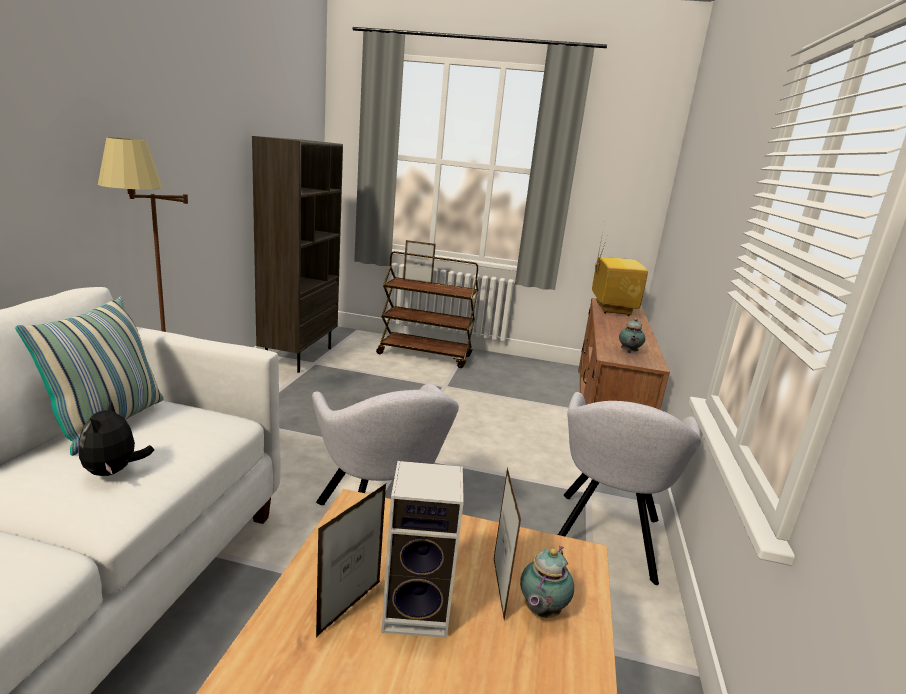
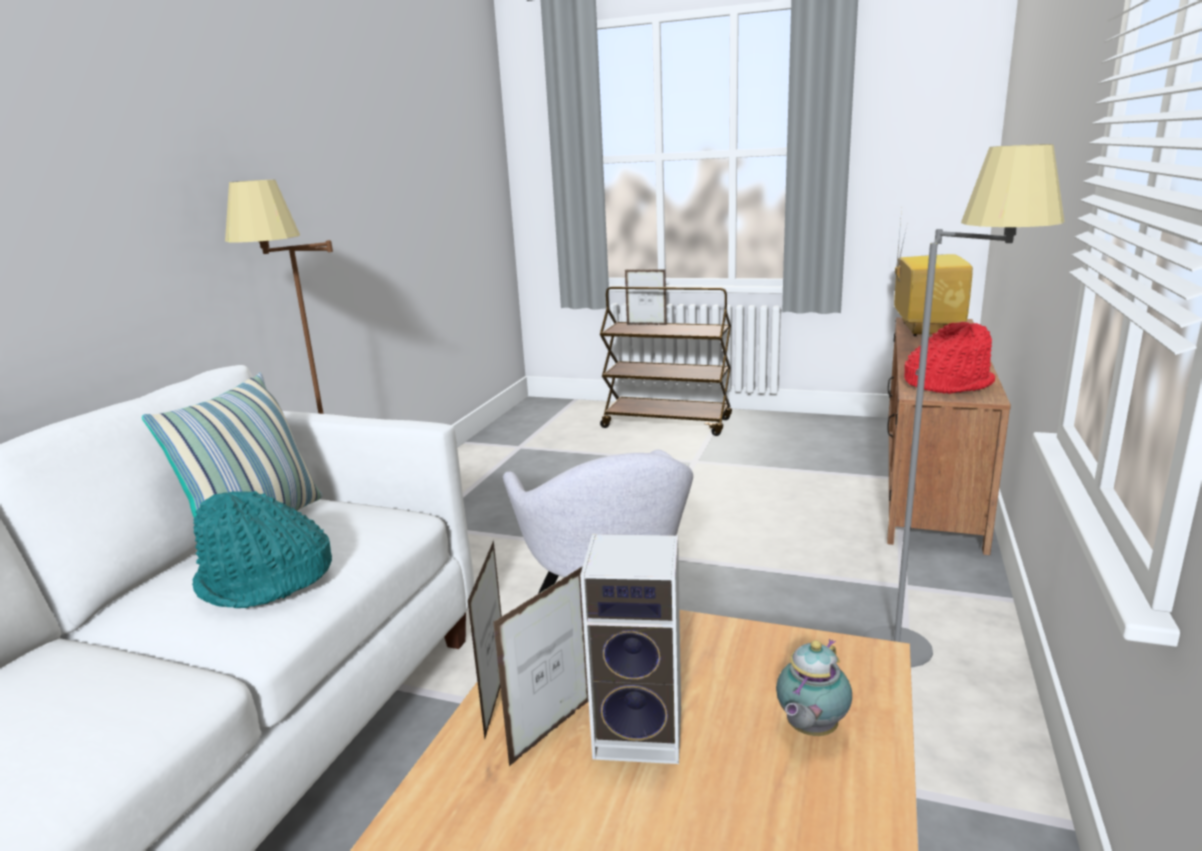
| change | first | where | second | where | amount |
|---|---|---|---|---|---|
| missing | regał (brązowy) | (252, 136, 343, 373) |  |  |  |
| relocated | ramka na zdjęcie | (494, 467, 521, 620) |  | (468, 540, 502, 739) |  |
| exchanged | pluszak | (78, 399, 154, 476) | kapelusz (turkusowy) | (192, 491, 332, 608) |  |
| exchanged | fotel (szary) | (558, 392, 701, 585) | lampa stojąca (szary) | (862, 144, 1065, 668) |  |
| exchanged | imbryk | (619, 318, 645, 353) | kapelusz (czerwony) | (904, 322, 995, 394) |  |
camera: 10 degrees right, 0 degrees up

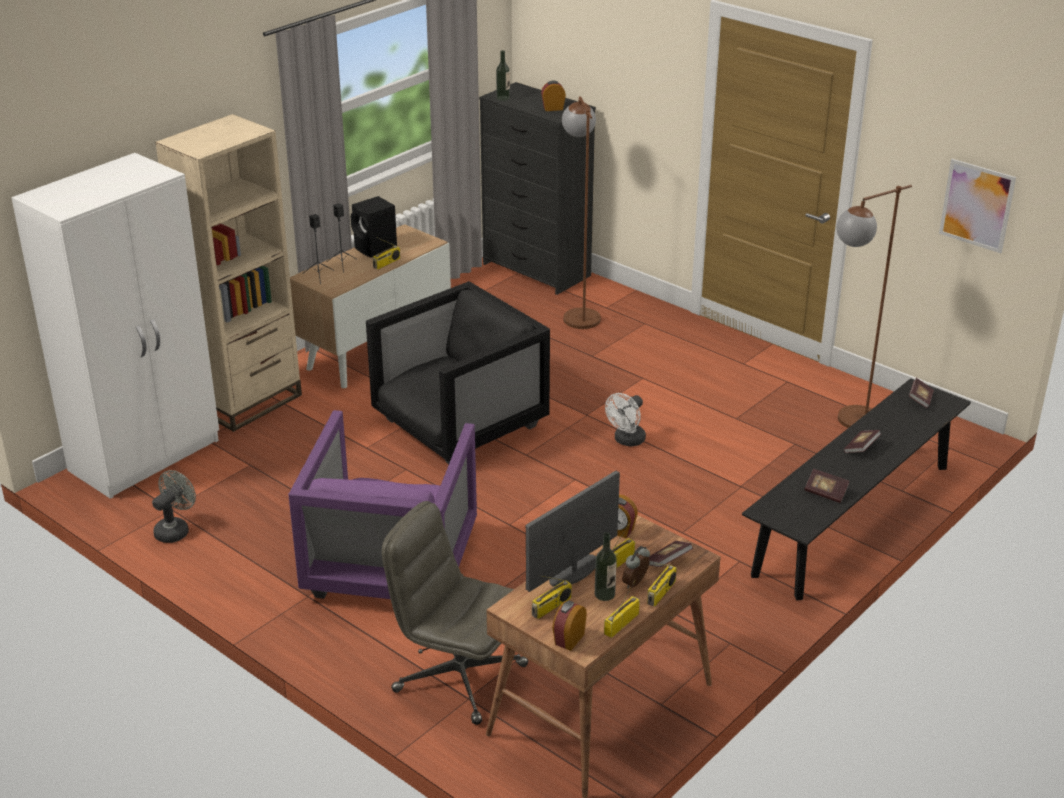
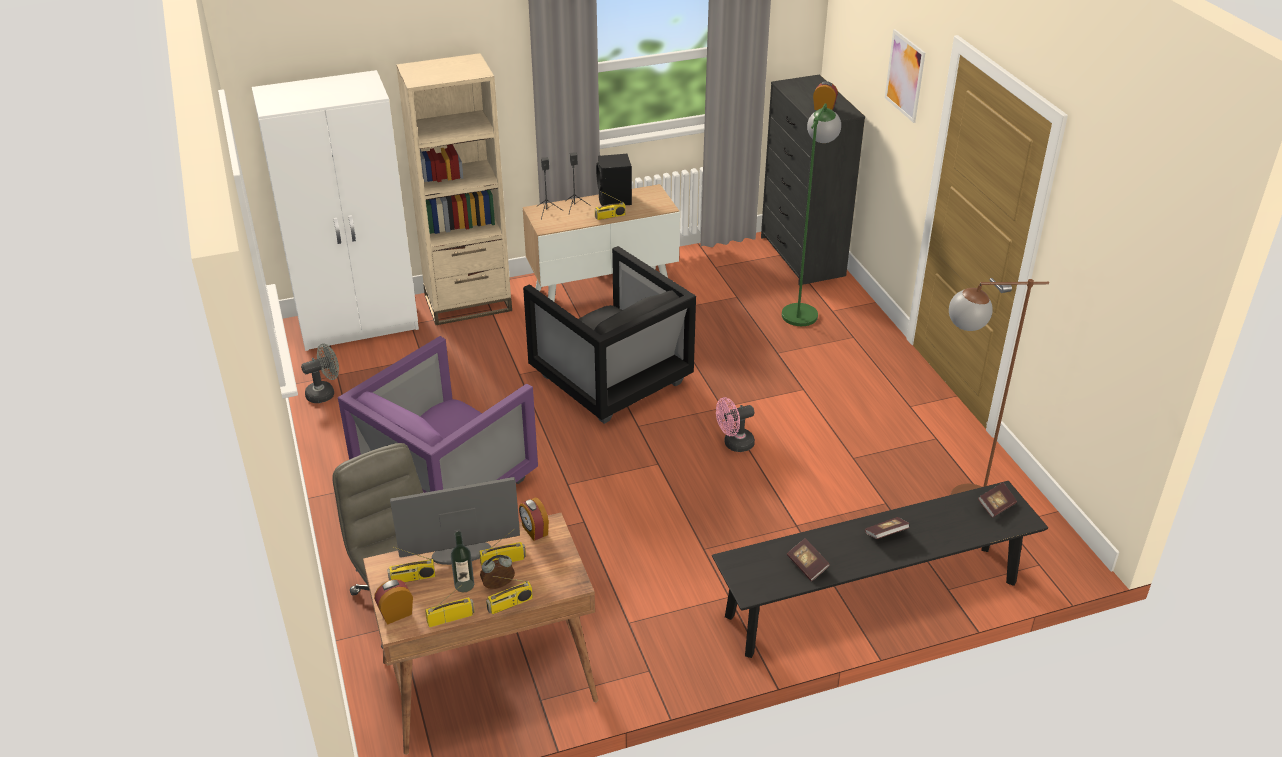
| change | first | where | second | where | amount |
|---|---|---|---|---|---|
| missing | butelka | (496, 50, 510, 101) |  |  |  |
| missing | książka | (649, 541, 693, 567) |  |  |  |
| relocated | obraz | (939, 159, 1016, 253) |  | (885, 29, 925, 123) |  |
| colour | lampa stojąca (brązowy) | (562, 96, 601, 329) | lampa stojąca (zielony) | (782, 103, 841, 326) |  |
| colour | wentylator (biały) | (605, 393, 646, 447) | wentylator (różowy) | (716, 397, 755, 452) |  |
| spun | fotel (czarny) | (366, 281, 550, 464) |  | (523, 246, 696, 424) | 60 degrees clockwise |
camera: 30 degrees right, 5 degrees up

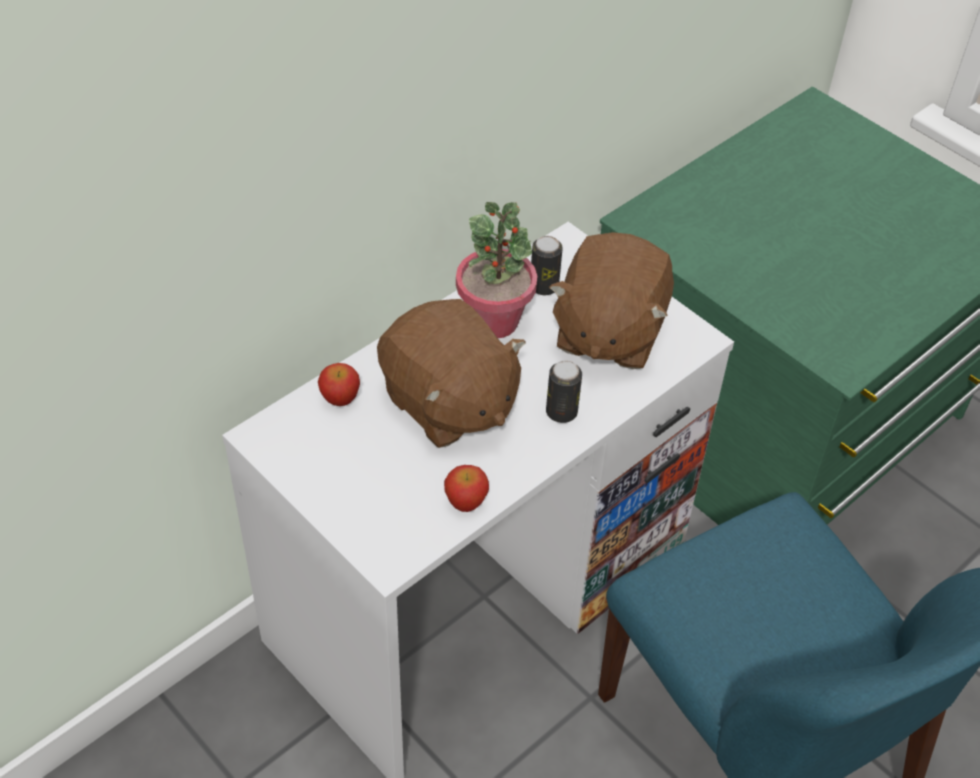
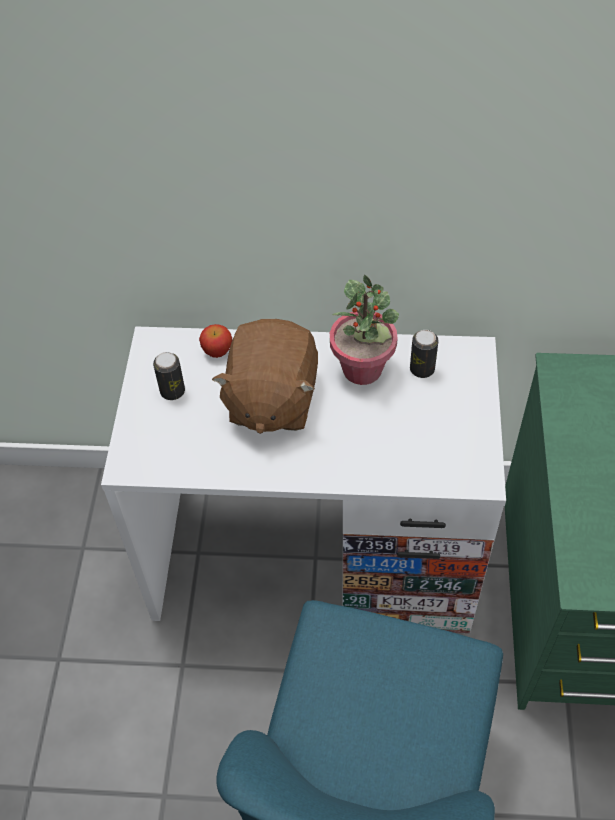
| change | first | where | second | where | amount |
|---|---|---|---|---|---|
| missing | jabłko | (444, 465, 489, 512) |  |  |  |
| missing | pluszak (brązowy) | (549, 232, 674, 369) |  |  |  |
| relocated | puszka | (546, 361, 582, 423) |  | (153, 352, 185, 400) |  |
camera: 50 degrees right, 5 degrees up

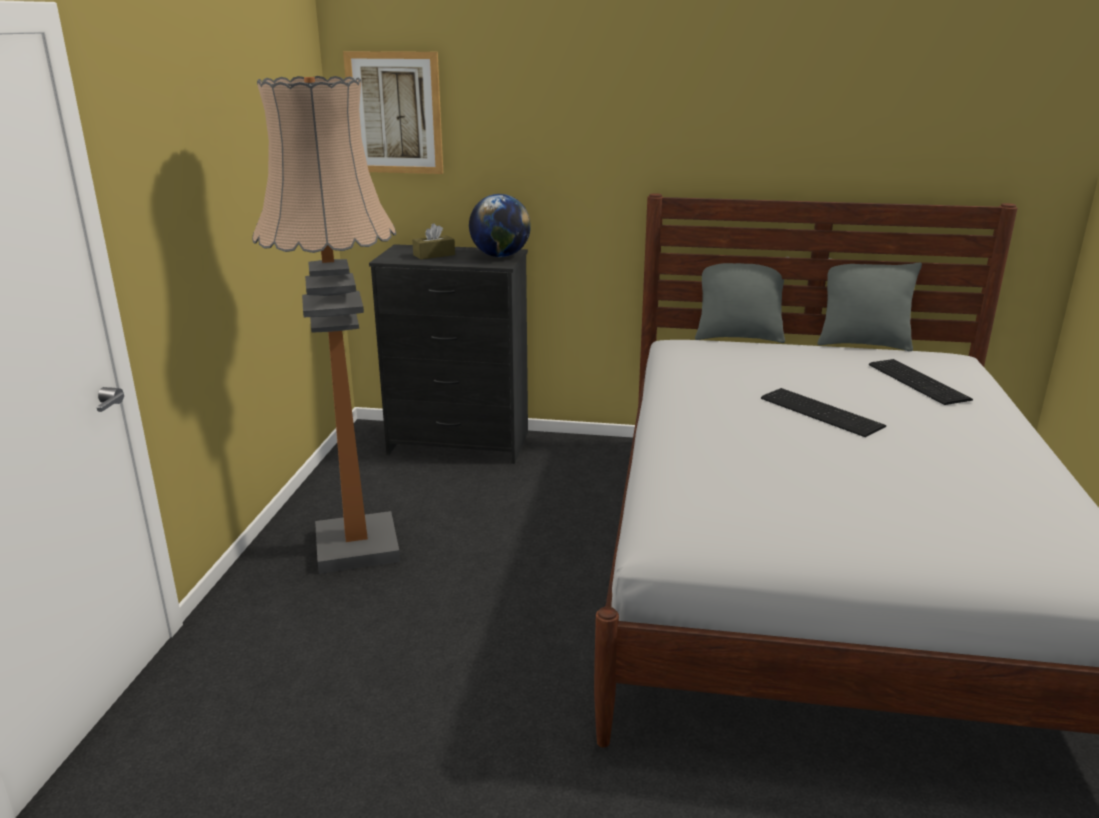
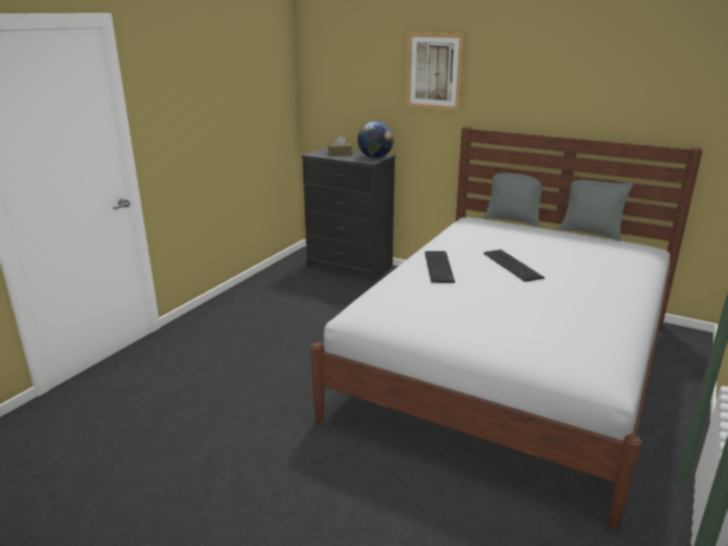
| change | first | where | second | where | amount |
|---|---|---|---|---|---|
| missing | lampa stojąca | (252, 76, 400, 574) |  |  |  |
| relocated | obraz | (343, 51, 443, 174) |  | (406, 32, 465, 111) |  |
| relocated | klawiatura | (869, 359, 973, 405) |  | (425, 251, 455, 283) |  |
camera: 20 degrees right, 0 degrees up

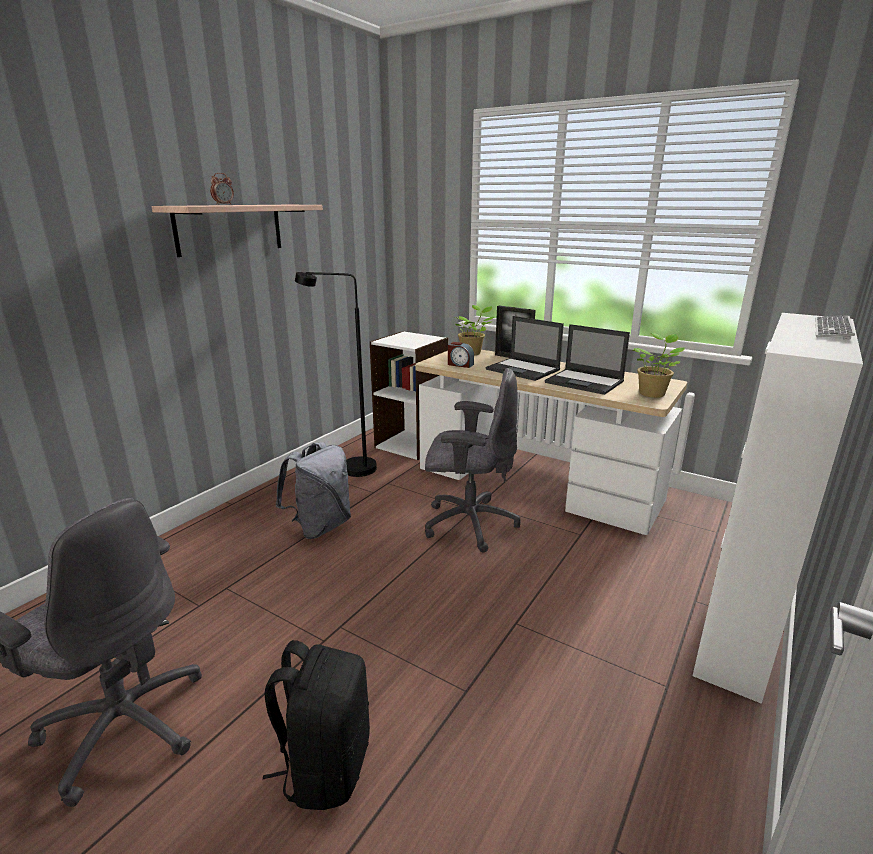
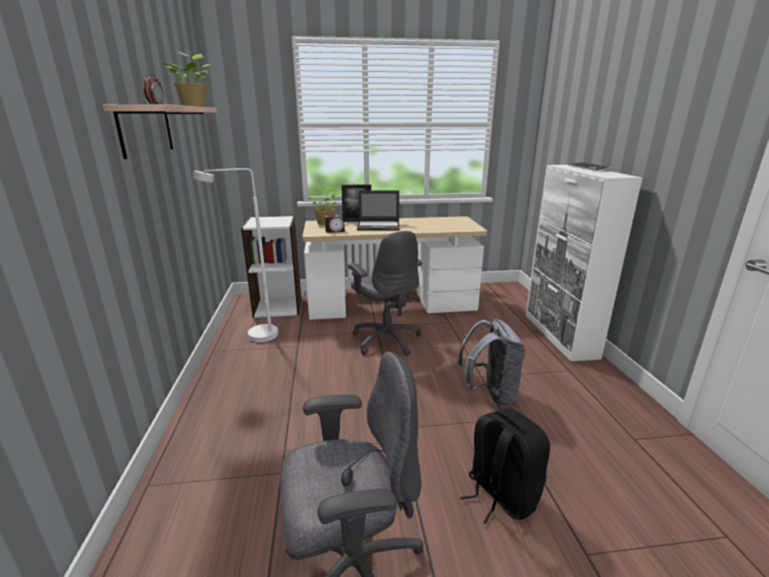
| change | first | where | second | where | amount |
|---|---|---|---|---|---|
| missing | laptop | (545, 324, 630, 395) |  |  |  |
| relocated | plecak (szary) | (275, 442, 351, 539) |  | (457, 319, 525, 406) |  |
| relocated | roślina doniczkowa | (633, 333, 685, 398) |  | (163, 52, 210, 107) |  |
| colour | lampa stojąca (czarny) | (295, 272, 377, 477) | lampa stojąca (biały) | (193, 168, 278, 342) |  |
| spun | krzesło biurowe (szary) | (425, 368, 521, 552) |  | (348, 231, 422, 356) | 90 degrees clockwise |
camera: 40 degrees left, 0 degrees up

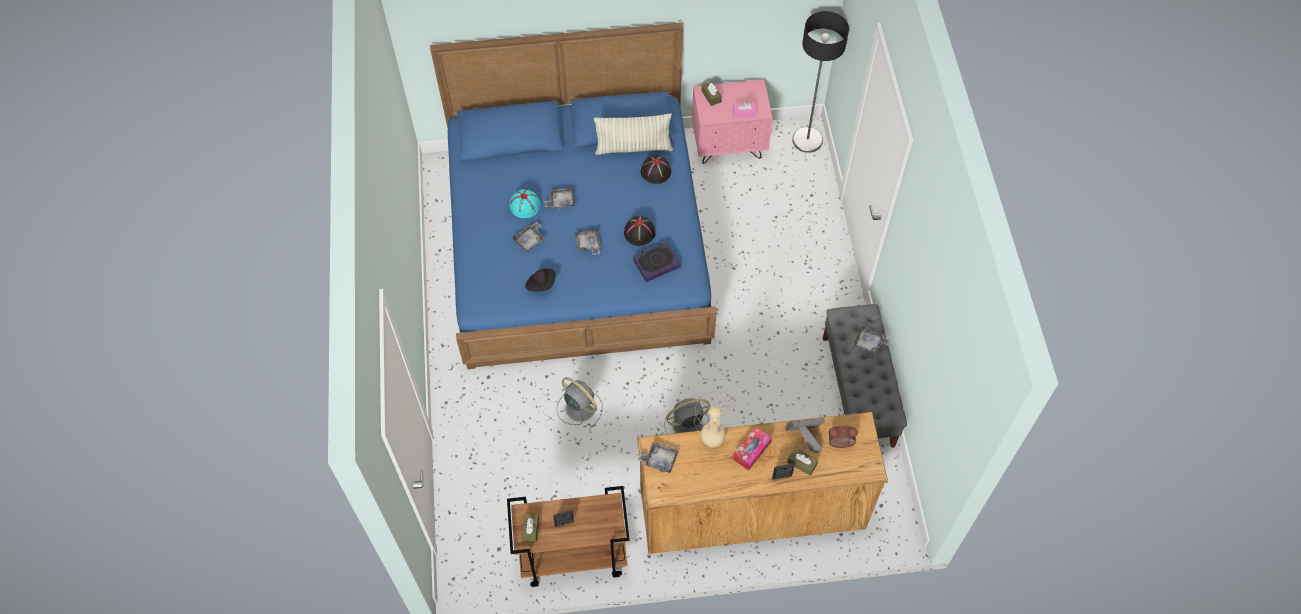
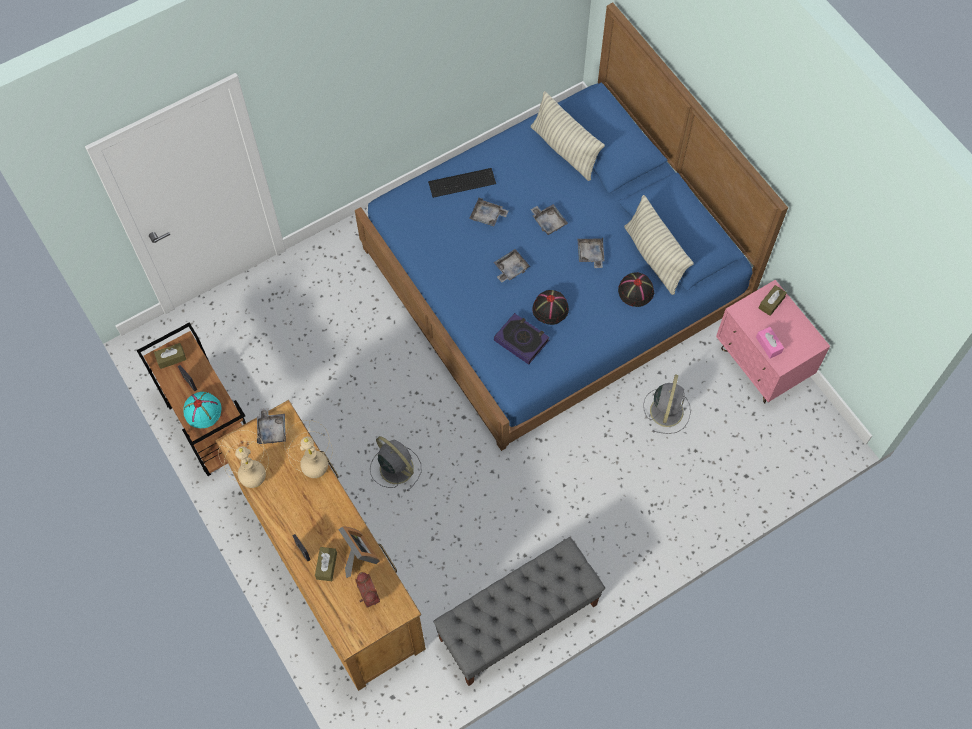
| change | first | where | second | where | amount |
|---|---|---|---|---|---|
| missing | kapelusz (czarny) | (525, 269, 556, 291) |  |  |  |
| missing | pudełko chusteczek | (733, 427, 772, 470) |  |  |  |
| missing | lampa stojąca | (792, 11, 849, 153) |  |  |  |
| appeared |  |  | lampa stołowa (beżowy) | (218, 430, 269, 488) |  |
| appeared |  |  | klawiatura | (428, 168, 496, 198) |  |
| appeared |  |  | poduszka | (531, 91, 605, 181) |  |
| relocated | kapelusz (turkusowy) | (510, 189, 541, 218) |  | (183, 392, 222, 428) |  |
| relocated | wentylator (szary) | (556, 377, 603, 427) |  | (643, 374, 691, 434) |  |
| relocated | taca (szary) | (854, 326, 890, 354) |  | (577, 238, 605, 268) |  |
camera: 65 degrees right, 5 degrees up

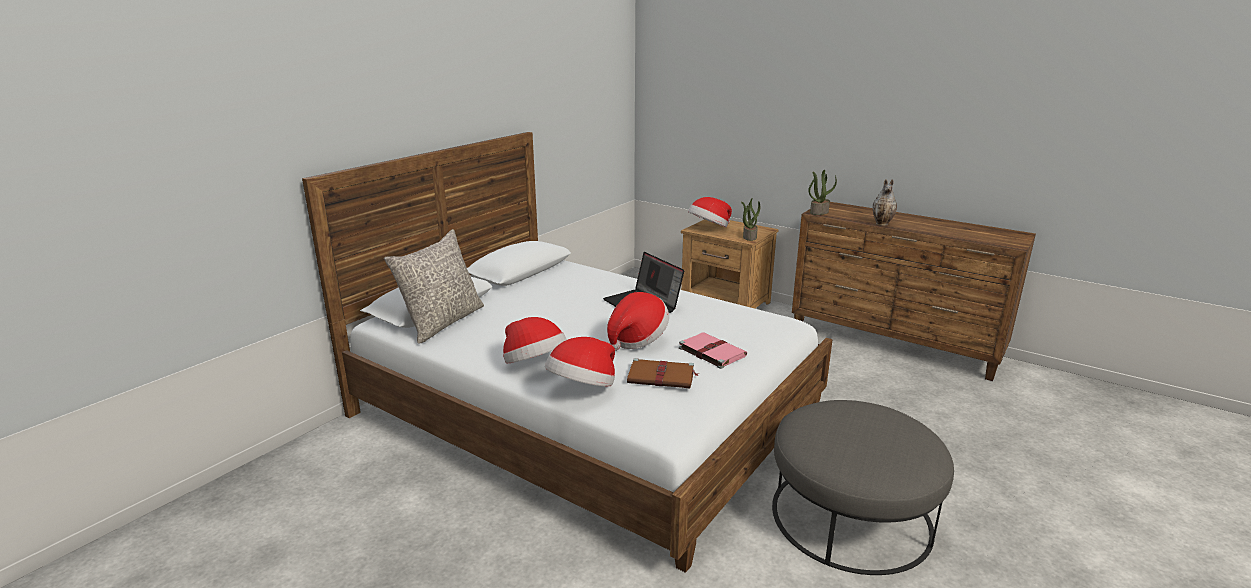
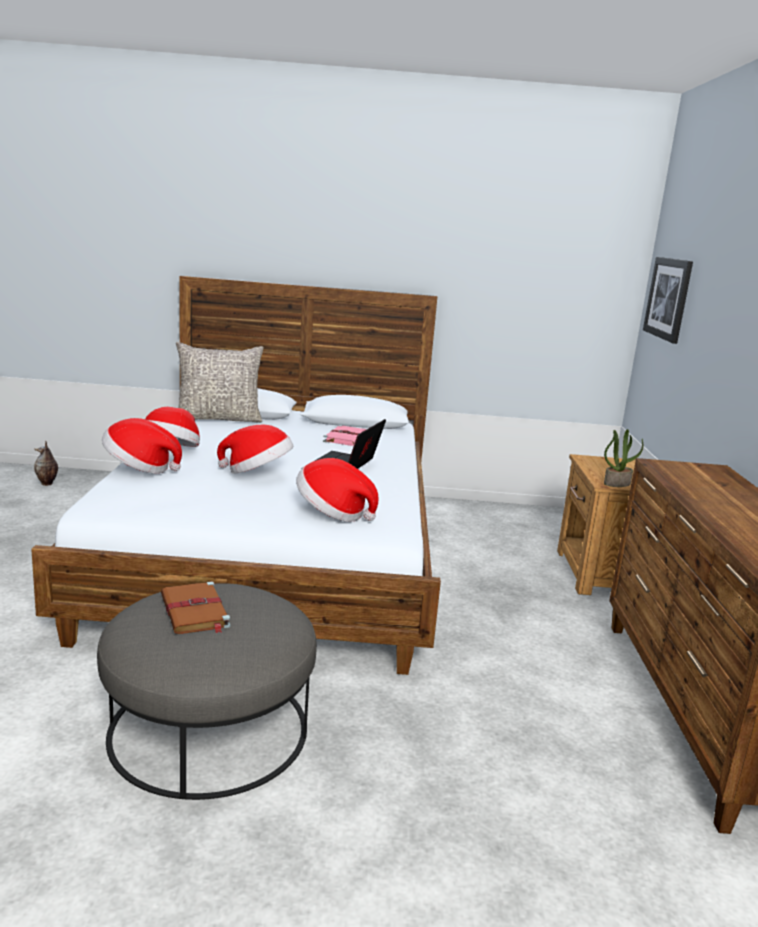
| change | first | where | second | where | amount |
|---|---|---|---|---|---|
| missing | roślina doniczkowa | (808, 170, 837, 215) |  |  |  |
| appeared |  |  | obraz | (643, 257, 693, 344) |  |
| relocated | książka (brązowy) | (627, 358, 699, 388) |  | (161, 581, 231, 634) |  |
| relocated | książka (różowy) | (679, 332, 747, 369) |  | (323, 425, 367, 446) |  |
| relocated | kapelusz | (688, 197, 732, 227) |  | (296, 458, 379, 522) |  |
| relocated | wazon | (873, 179, 897, 226) |  | (34, 441, 58, 486) |  |
camera: 55 degrees right, 5 degrees down

